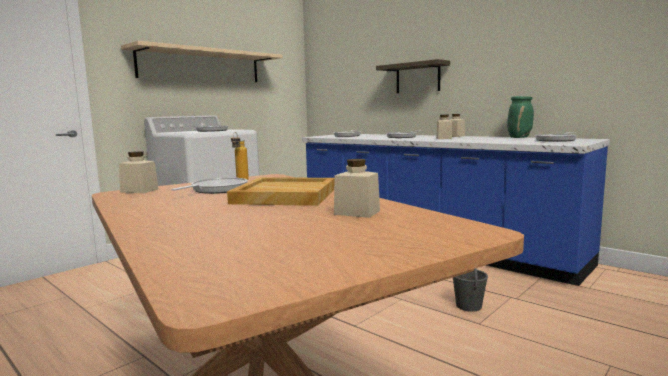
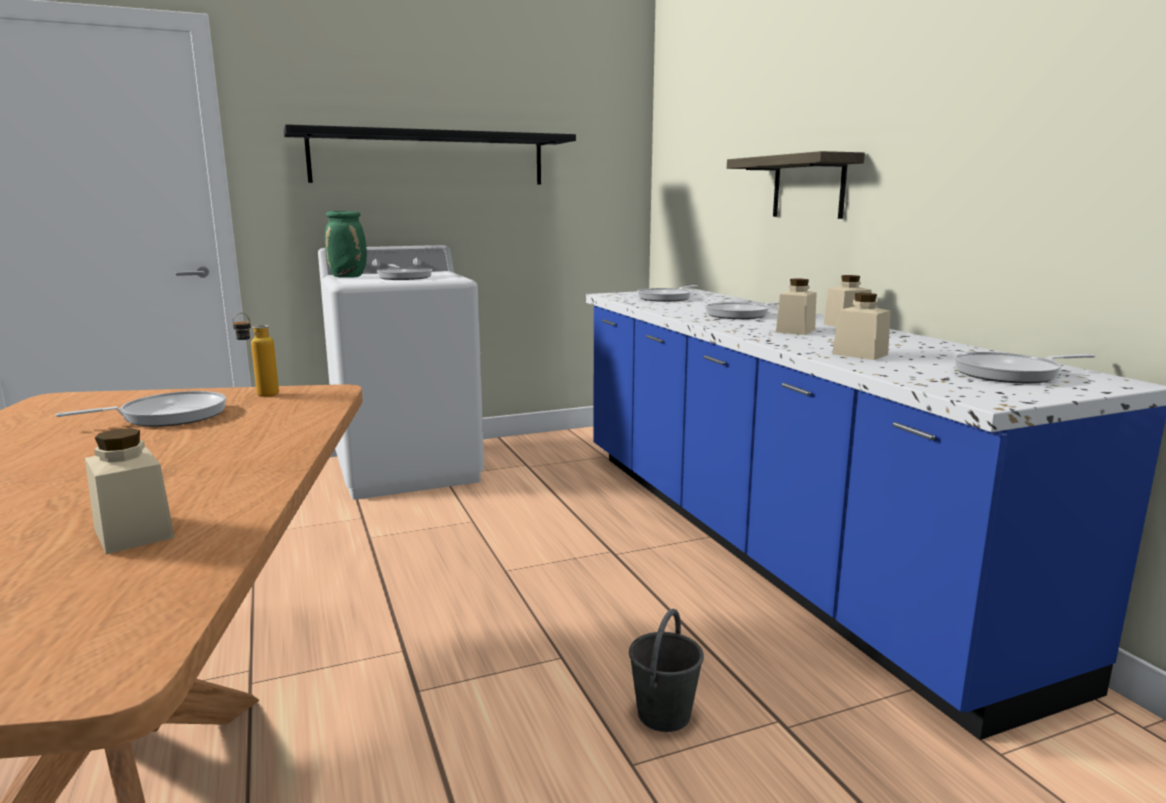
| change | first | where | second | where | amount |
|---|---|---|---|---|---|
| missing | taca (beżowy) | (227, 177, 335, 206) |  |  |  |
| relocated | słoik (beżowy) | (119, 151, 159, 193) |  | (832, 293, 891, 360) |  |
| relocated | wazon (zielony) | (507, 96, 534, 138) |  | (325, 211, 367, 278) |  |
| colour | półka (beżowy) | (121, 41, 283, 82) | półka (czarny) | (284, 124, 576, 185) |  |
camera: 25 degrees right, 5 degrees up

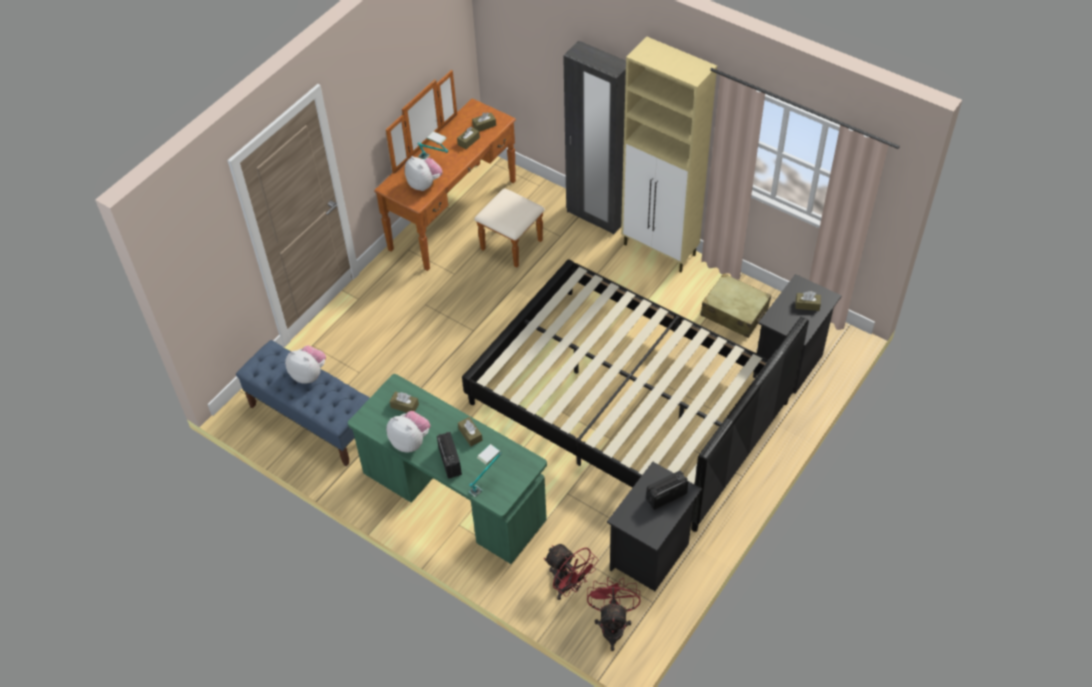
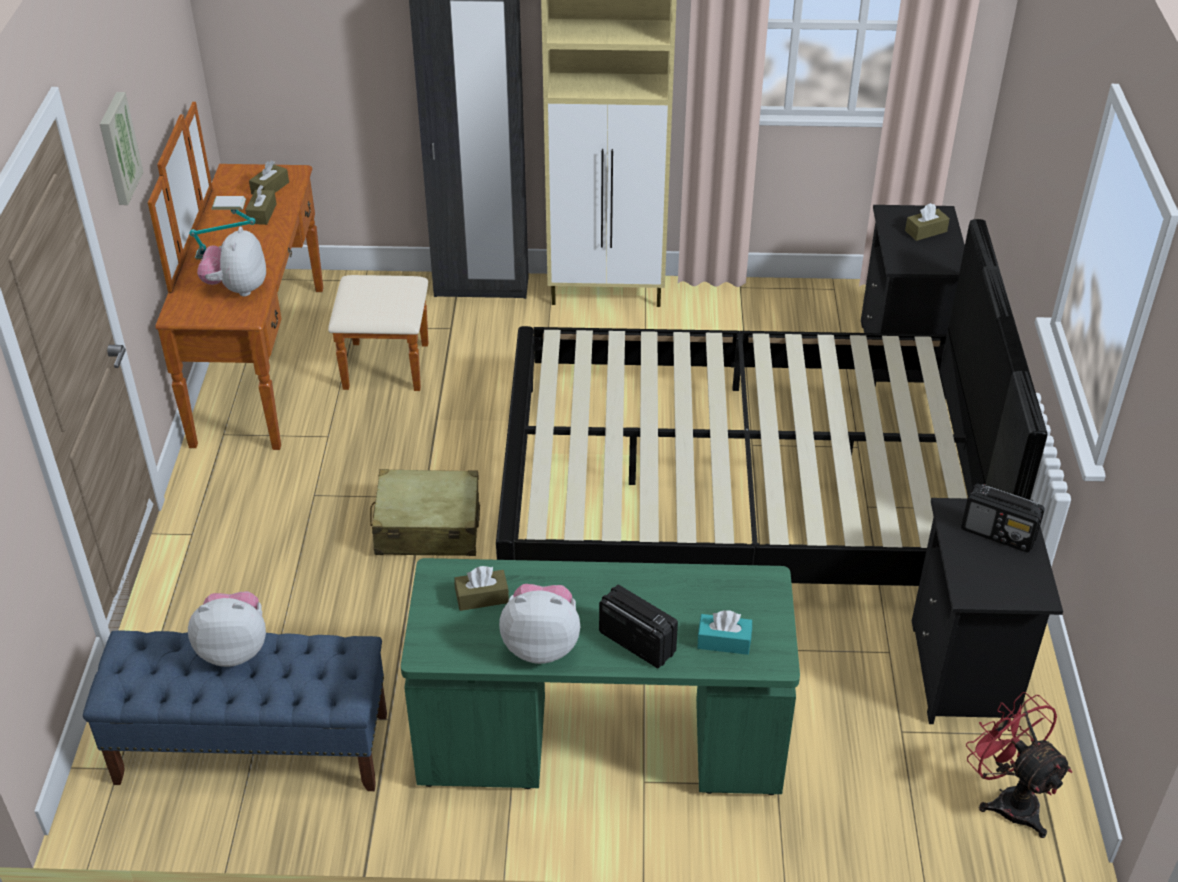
| change | first | where | second | where | amount |
|---|---|---|---|---|---|
| missing | pudełko chusteczek (brązowy) | (458, 417, 483, 446) |  |  |  |
| missing | wentylator (czerwony) | (544, 544, 598, 600) |  |  |  |
| appeared |  |  | obraz | (100, 92, 143, 205) |  |
| relocated | walizka (beżowy) | (700, 273, 771, 338) |  | (370, 469, 480, 556) |  |
| exchanged | lampa stołowa | (469, 444, 502, 497) | pudełko chusteczek (turkusowy) | (697, 610, 752, 655) |  |
| spun | pluszak | (405, 156, 443, 191) |  | (197, 227, 266, 296) | 105 degrees counterclockwise |
| spun | radio | (646, 470, 688, 510) |  | (961, 484, 1045, 553) | 90 degrees counterclockwise |
camera: 35 degrees left, 10 degrees down

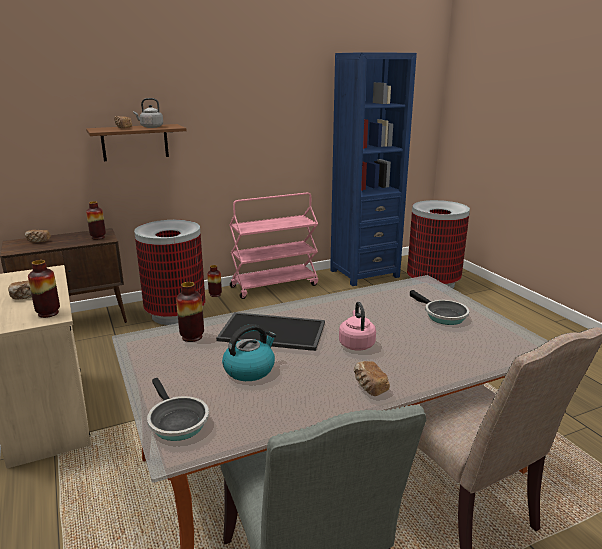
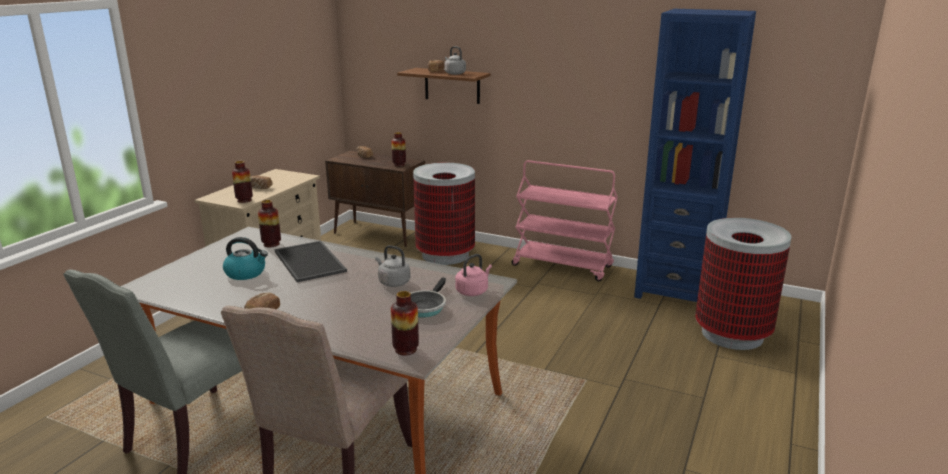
| change | first | where | second | where | amount |
|---|---|---|---|---|---|
| missing | patelnia | (147, 378, 209, 441) |  |  |  |
| appeared |  |  | czajnik (szary) | (375, 245, 411, 287) |  |
| relocated | wazon | (207, 265, 222, 297) |  | (391, 291, 419, 356) |  |
| relocated | czajnik (różowy) | (339, 301, 376, 351) |  | (455, 254, 492, 296) |  |
camera: 50 degrees right, 0 degrees up

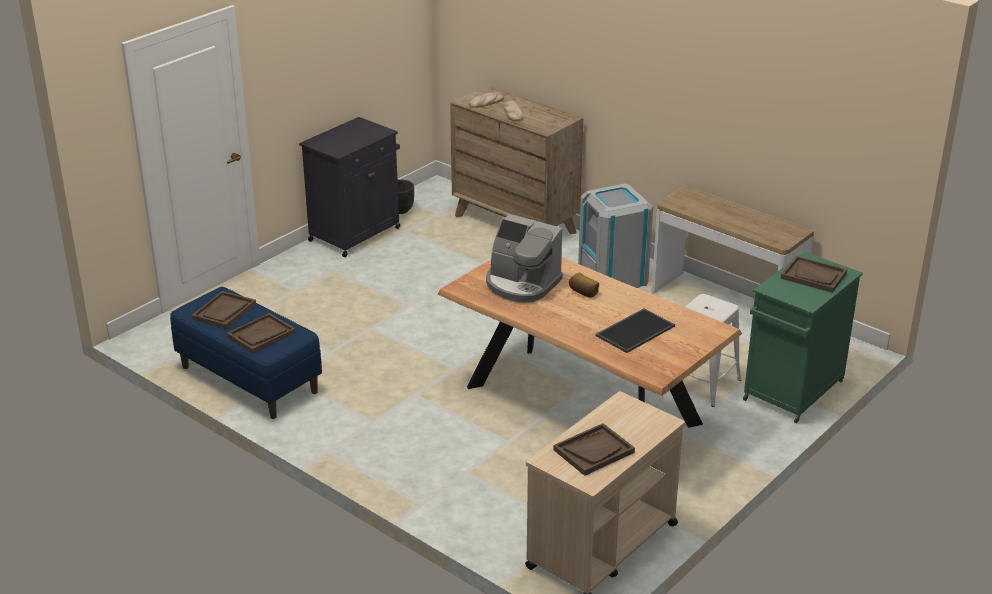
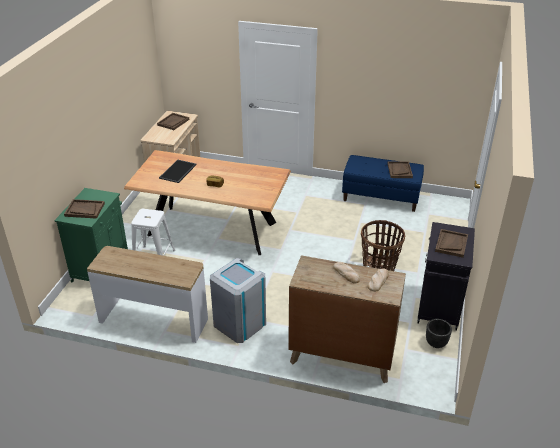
| change | first | where | second | where | amount |
|---|---|---|---|---|---|
| missing | ekspres do kawy | (486, 214, 563, 303) |  |  |  |
| appeared |  |  | koszyk | (361, 220, 405, 271) |  |
| relocated | taca (brązowy) | (227, 313, 296, 354) |  | (435, 229, 468, 258) |  |
camera: 155 degrees right, 5 degrees up

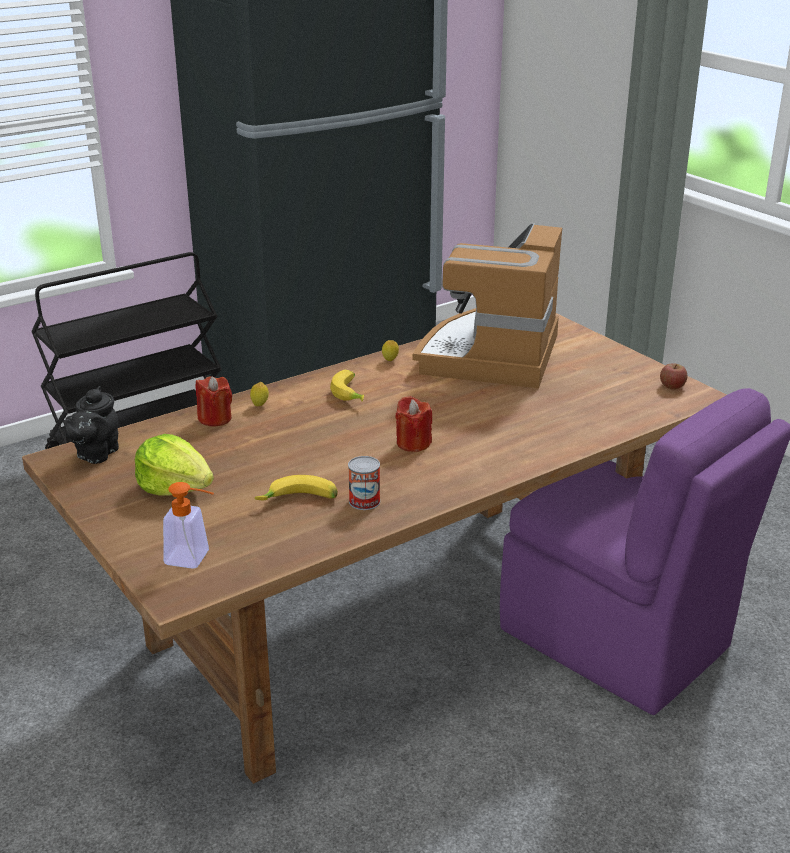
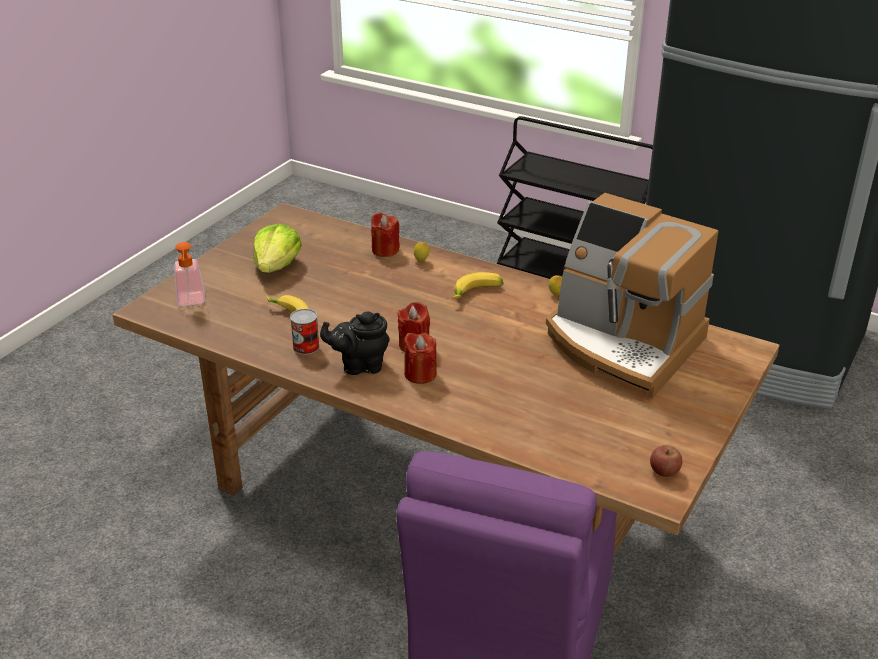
| change | first | where | second | where | amount |
|---|---|---|---|---|---|
| appeared |  |  | świeca (czerwony) | (404, 333, 437, 384) |  |
| relocated | imbryk (czarny) | (63, 386, 119, 464) |  | (320, 311, 390, 375) |  |
| spun | ekspres do kawy | (413, 223, 562, 388) |  | (546, 193, 718, 399) | 135 degrees counterclockwise |
camera: 65 degrees right, 5 degrees up

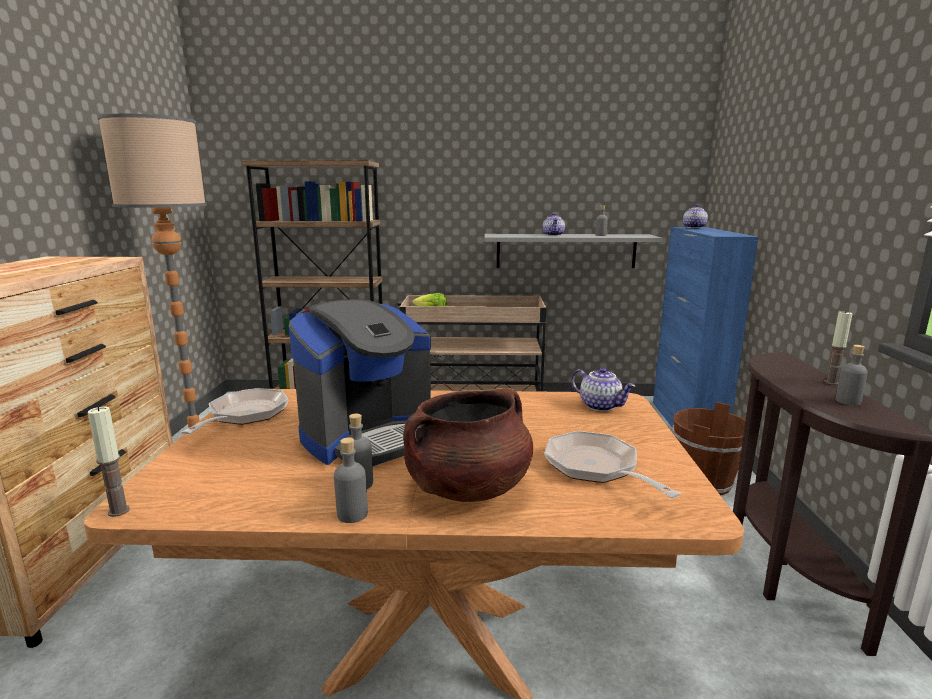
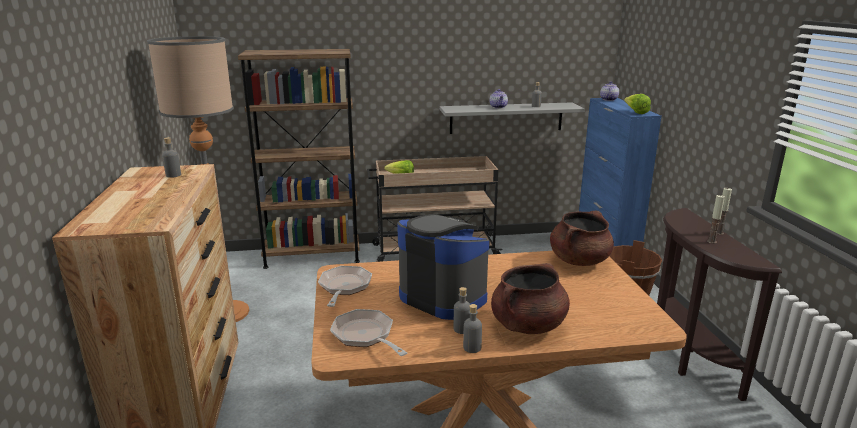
| change | first | where | second | where | amount |
|---|---|---|---|---|---|
| appeared |  |  | sałata | (624, 94, 651, 114) |  |
| relocated | świeca | (88, 406, 130, 517) |  | (707, 195, 725, 244) |  |
| relocated | patelnia | (545, 431, 681, 498) |  | (330, 309, 407, 356) |  |
| relocated | butelka (szary) | (836, 345, 868, 405) |  | (162, 137, 181, 178) |  |
| exchanged | imbryk | (571, 367, 636, 412) | garnek (brązowy) | (550, 211, 614, 266) |  |
| spun | ekspres do kawy | (289, 299, 431, 466) |  | (397, 214, 490, 320) | 90 degrees counterclockwise |
camera: 10 degrees left, 5 degrees up

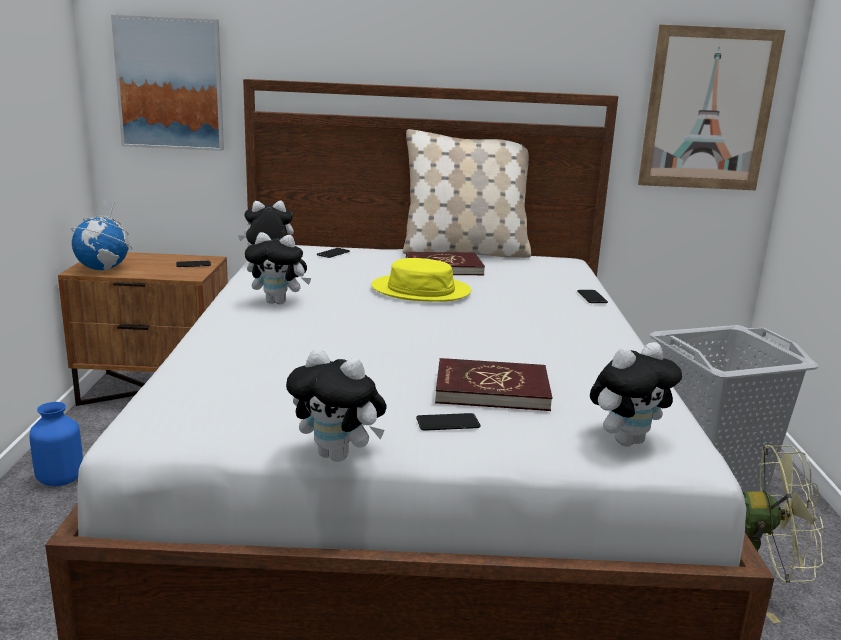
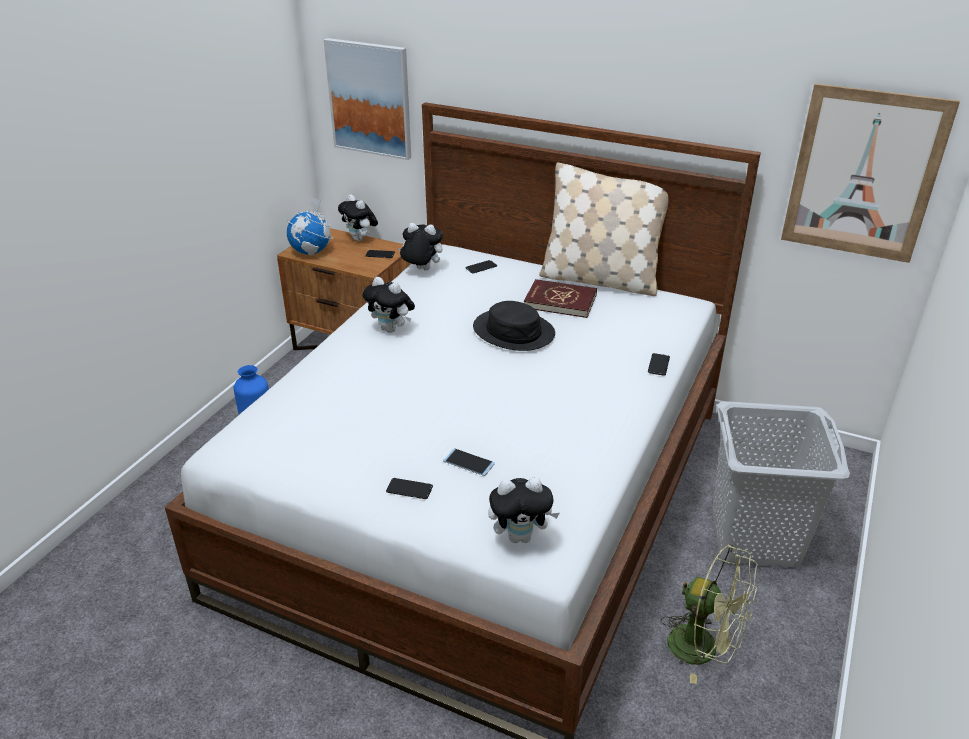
| change | first | where | second | where | amount |
|---|---|---|---|---|---|
| relocated | pluszak | (286, 349, 386, 462) |  | (338, 195, 378, 241) |  |
| exchanged | książka (czerwony) | (435, 358, 552, 411) | telefon | (443, 448, 495, 476) |  |
| colour | kapelusz (żółty) | (371, 258, 471, 302) | kapelusz (czarny) | (473, 301, 555, 351) |  |
camera: 25 degrees right, 15 degrees up

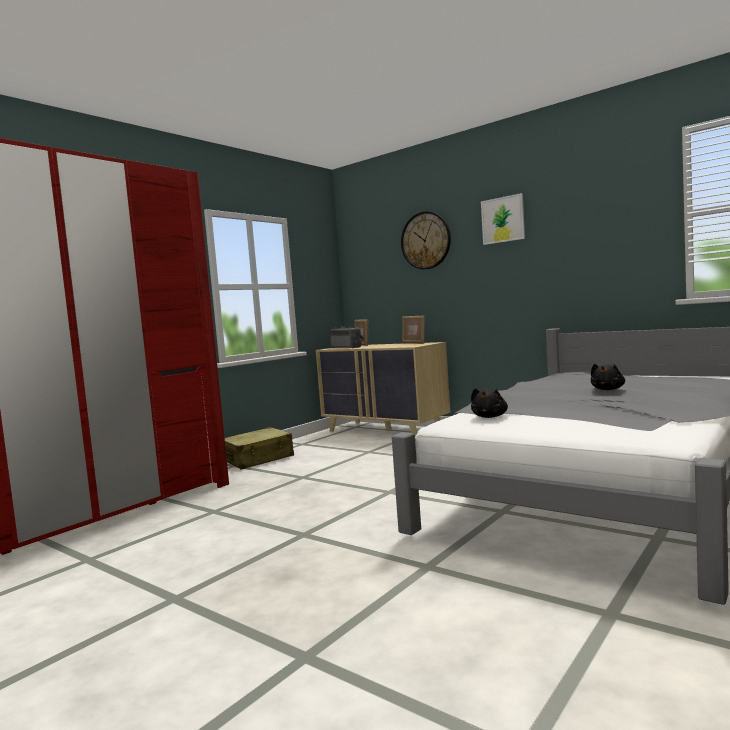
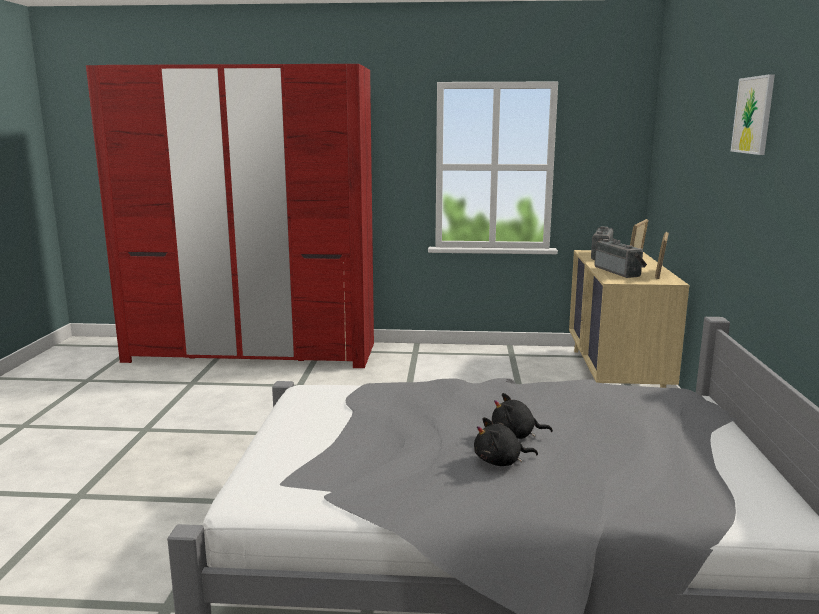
| change | first | where | second | where | amount |
|---|---|---|---|---|---|
| missing | walizka (beżowy) | (225, 427, 294, 470) |  |  |  |
| missing | zegar ścienny | (401, 211, 451, 269) |  |  |  |
| appeared |  |  | radio | (594, 239, 647, 278) |  |
| relocated | pluszak (czarny) | (471, 388, 508, 418) |  | (474, 417, 538, 466) |  |
camera: 55 degrees right, 10 degrees up

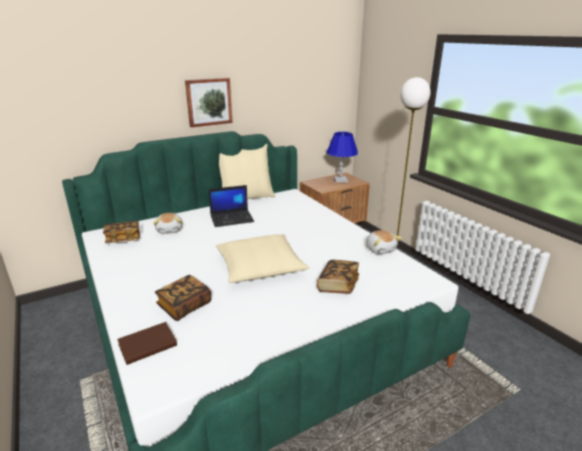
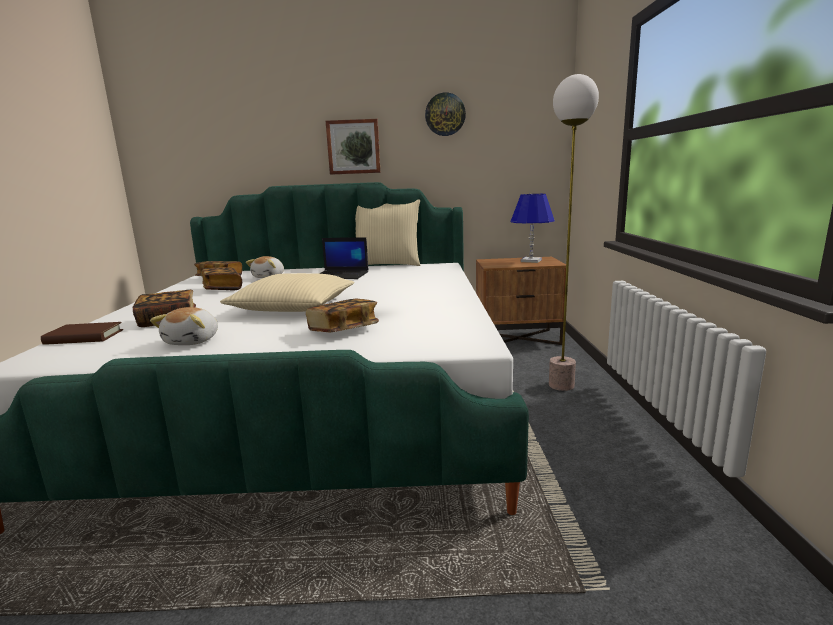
| change | first | where | second | where | amount |
|---|---|---|---|---|---|
| appeared |  |  | książka | (202, 267, 242, 290) |  |
| appeared |  |  | zegar ścienny | (425, 92, 466, 136) |  |
| relocated | pluszak | (366, 230, 402, 254) |  | (150, 307, 218, 345) |  |
camera: 30 degrees right, 10 degrees down

